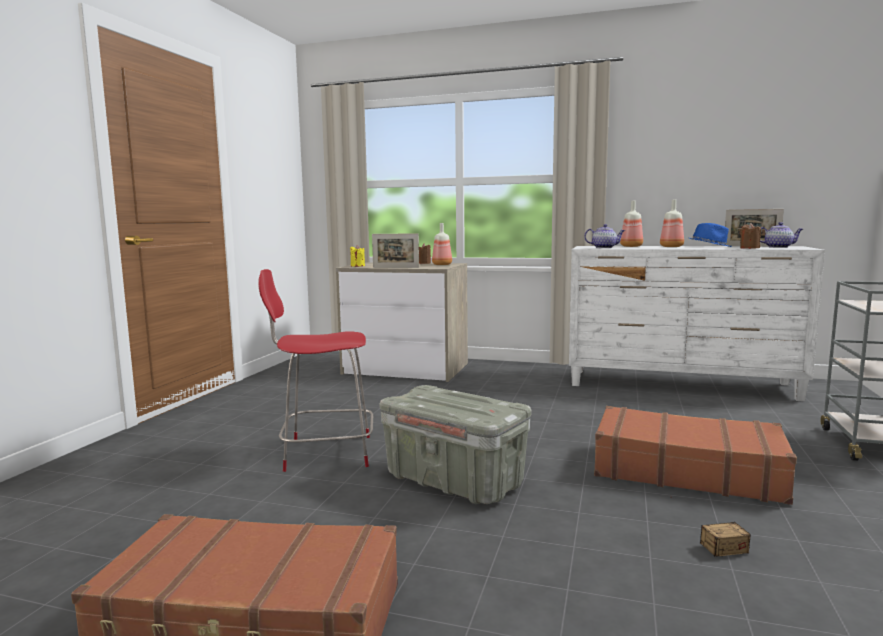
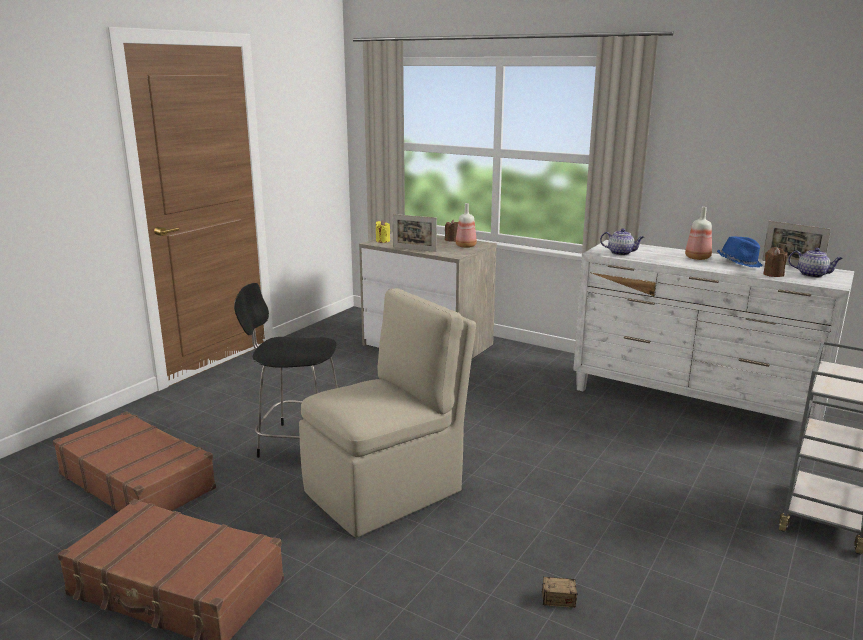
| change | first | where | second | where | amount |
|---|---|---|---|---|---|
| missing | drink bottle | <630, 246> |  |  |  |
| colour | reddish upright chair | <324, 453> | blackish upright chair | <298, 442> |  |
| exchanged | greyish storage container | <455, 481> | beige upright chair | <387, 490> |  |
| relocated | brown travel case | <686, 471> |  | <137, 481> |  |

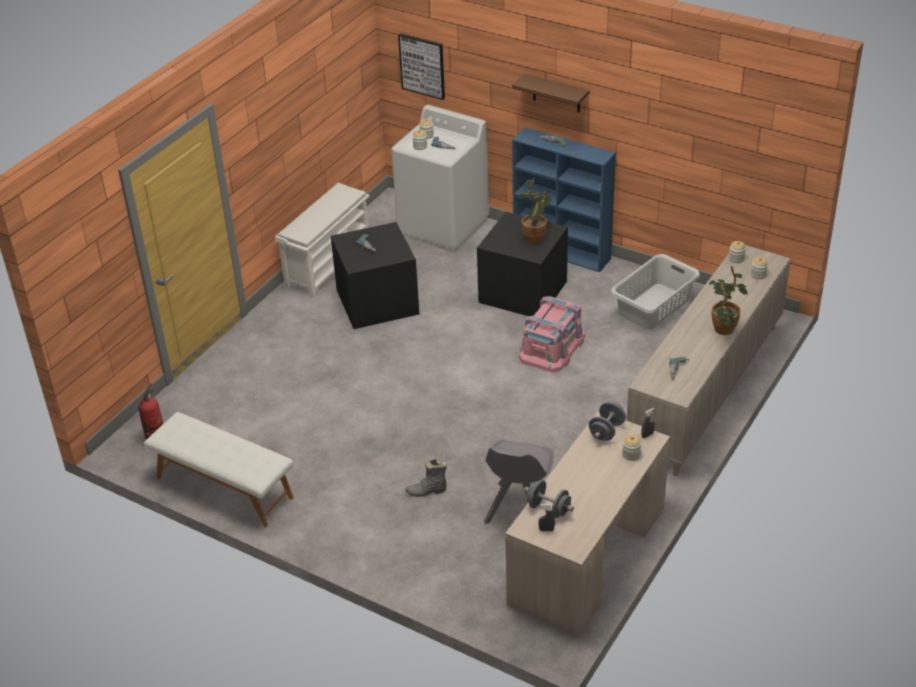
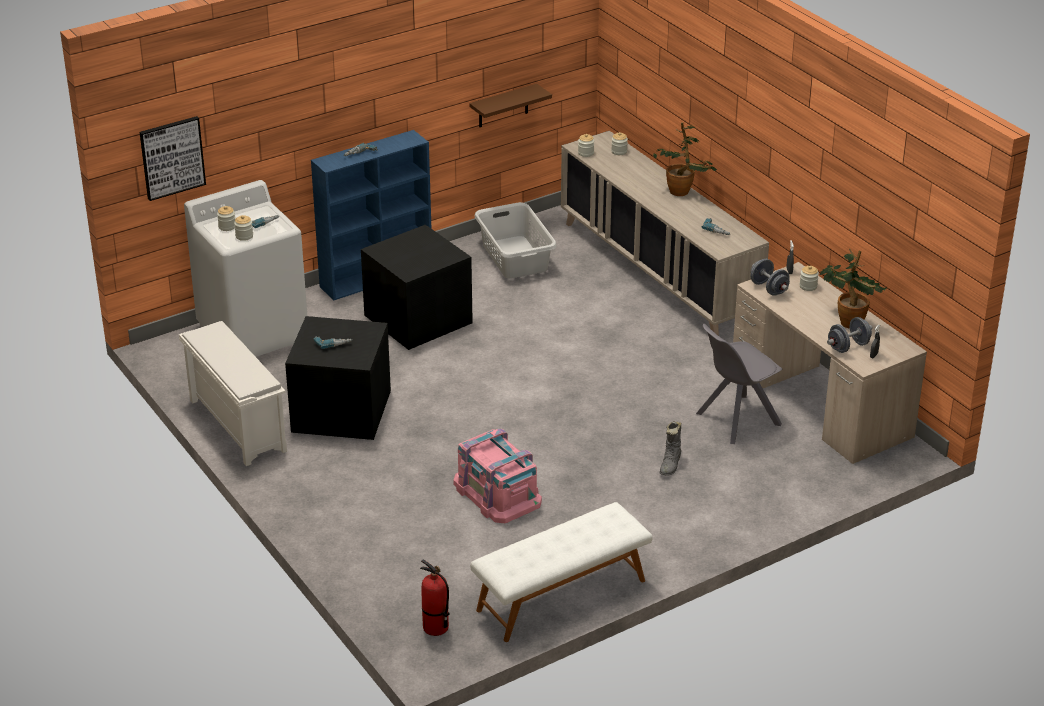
| change | first | where | second | where | amount |
|---|---|---|---|---|---|
| relocated | brown bracket shelf | <556, 93> |  | <503, 106> |  |
| relocated | potted plant | <536, 236> |  | <847, 320> |  |
| relocated | pink storage container | <552, 347> |  | <497, 492> |  |
| spun | greyish upright chair | <519, 510> |  | <736, 420> | 105 degrees clockwise |

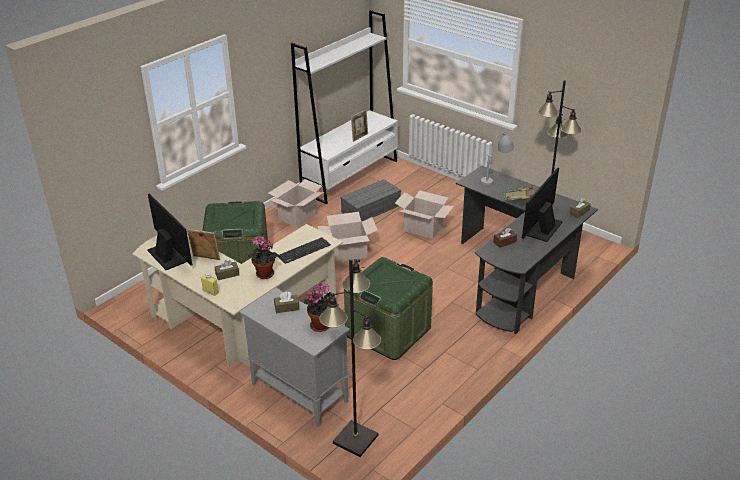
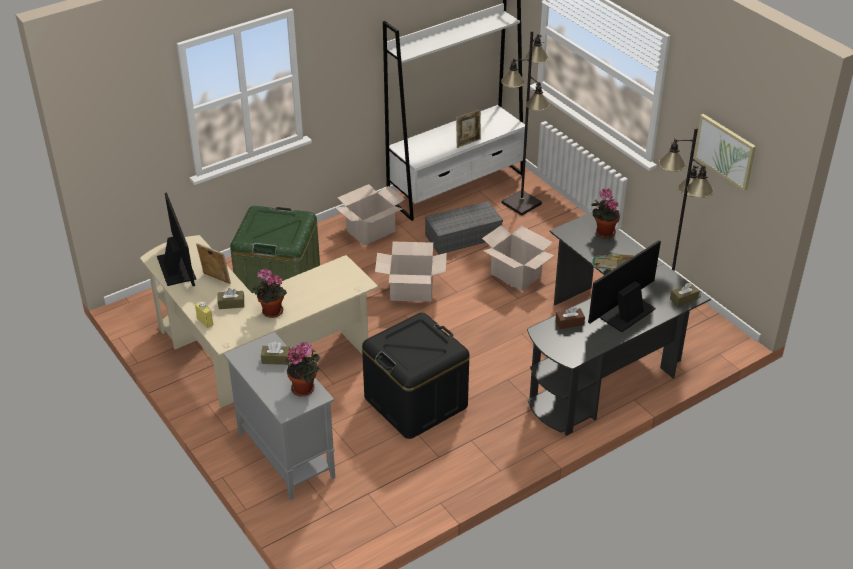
| change | first | where | second | where | amount |
|---|---|---|---|---|---|
| exchanged | greyish lamp for a table | <496, 177> | potted plant | <603, 232> |  |
| missing | keyboard | <304, 251> |  |  |  |
| colour | greenish storage container | <388, 332> | blackish storage container | <415, 402> |  |
| relocated | blackish standing lamp | <356, 439> |  | <522, 203> |  |
| appeared |  |  | wall art | <725, 151> |  |

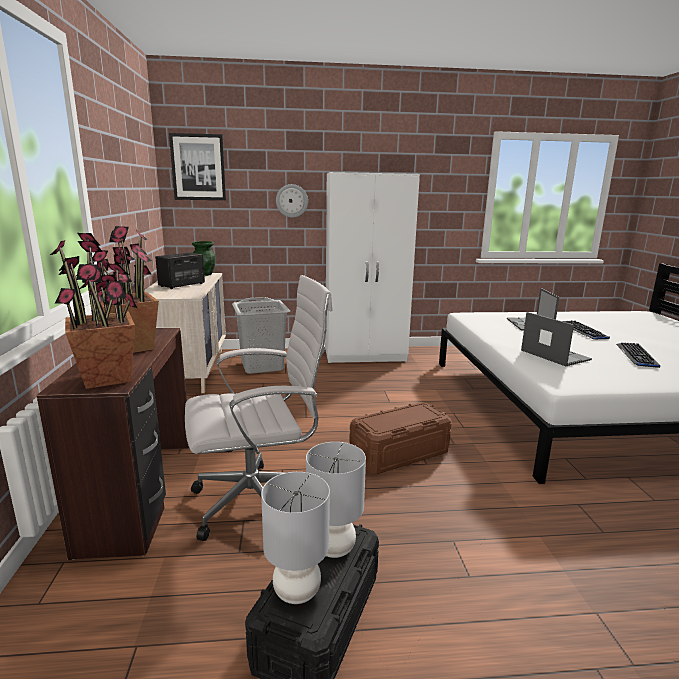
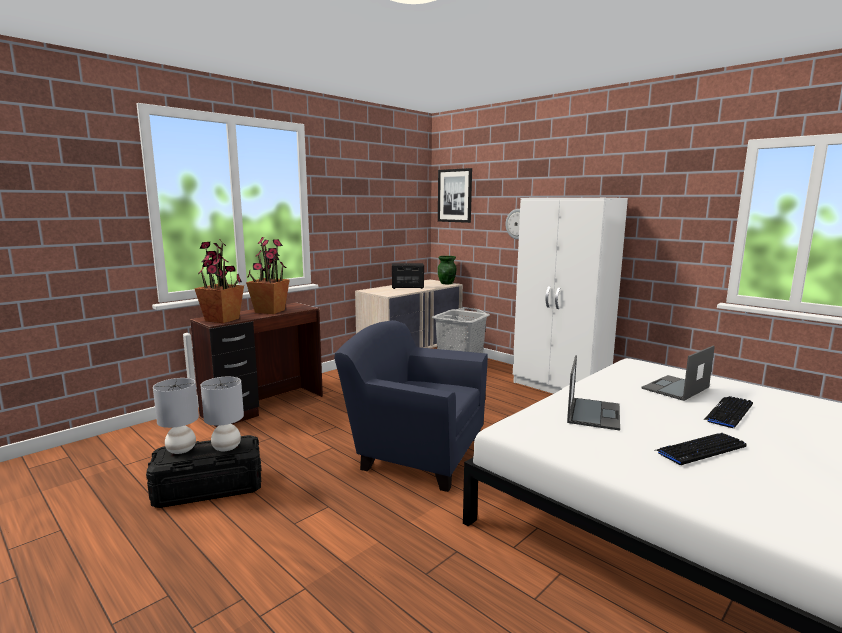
| change | first | where | second | where | amount |
|---|---|---|---|---|---|
| missing | white computer chair | <260, 502> |  |  |  |
| exchanged | brown storage container | <399, 453> | bluish easy chair | <416, 453> |  |

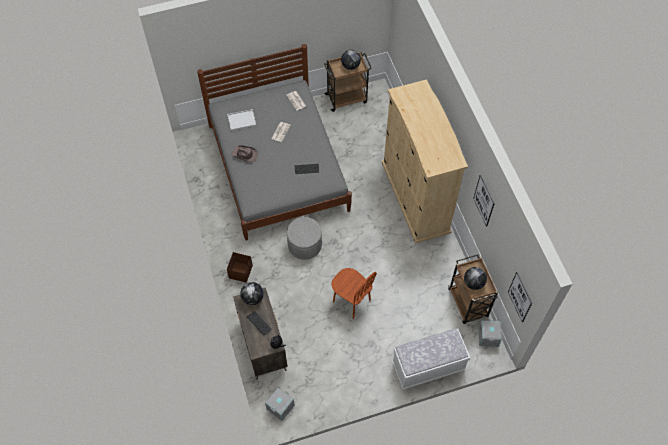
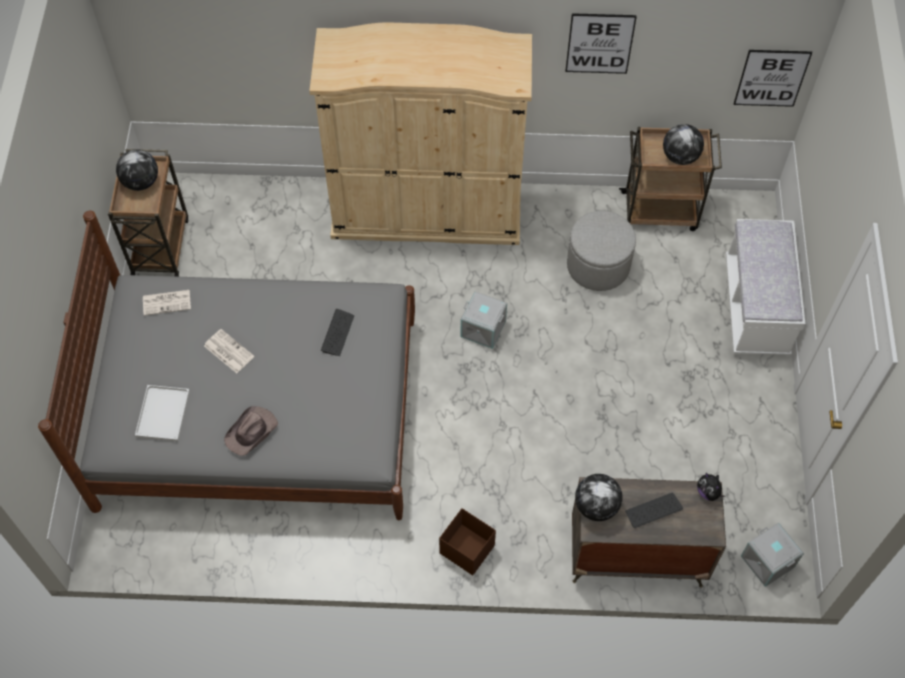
| change | first | where | second | where | amount |
|---|---|---|---|---|---|
| relocated | greyish pouffe | <304, 245> |  | <598, 265> |  |
| missing | brown upright chair | <351, 301> |  |  |  |
| relocated | greyish storage container | <488, 337> |  | <483, 328> |  |

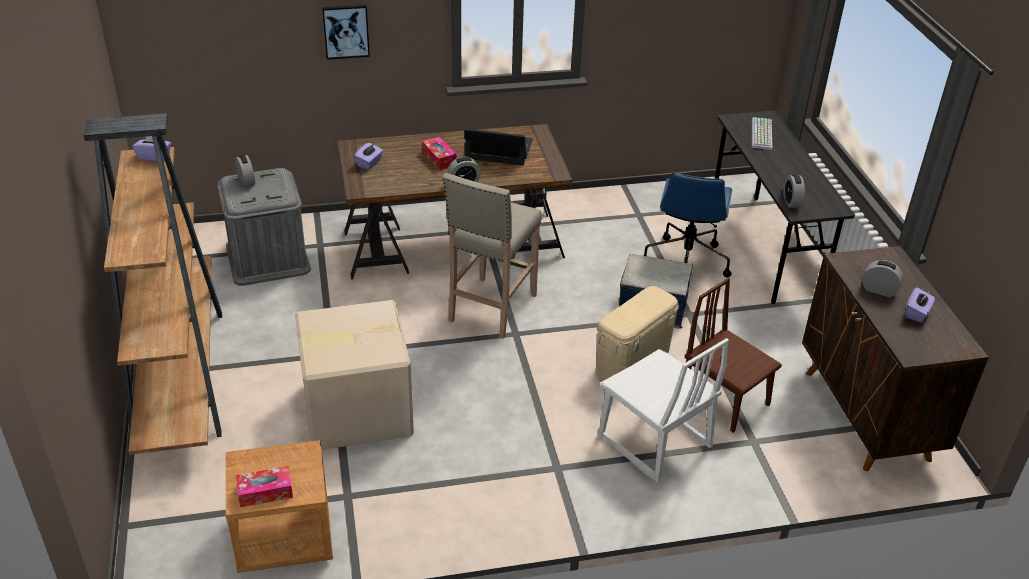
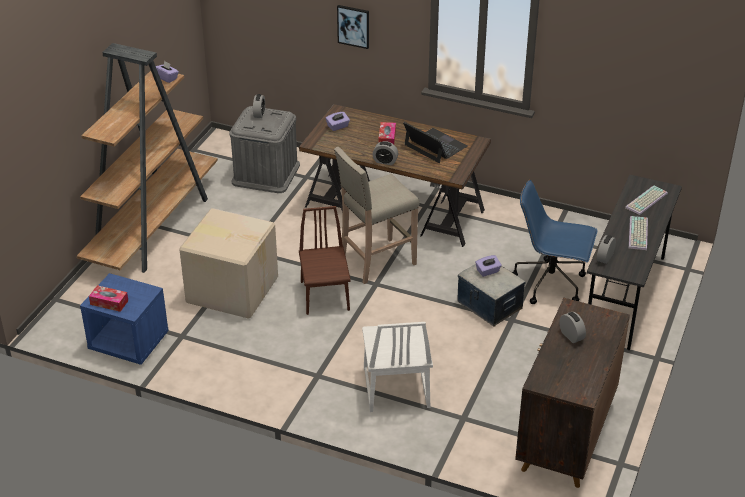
| change | first | where | second | where | amount |
|---|---|---|---|---|---|
| spun | bluish computer chair | <686, 261> |  | <551, 283> | 60 degrees clockwise |
| relocated | brown upright chair | <724, 399> |  | <325, 295> |  |
| missing | beige storage container | <632, 361> |  |  |  |
| relocated | purple tissue box | <917, 313> |  | <488, 271> |  |
| colour | brown night table | <284, 538> | bluish night table | <128, 342> |  |
| appeared |  |  | keyboard | <639, 234> |  |

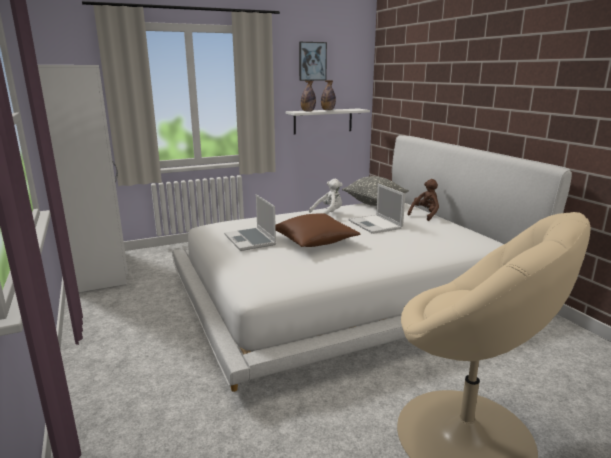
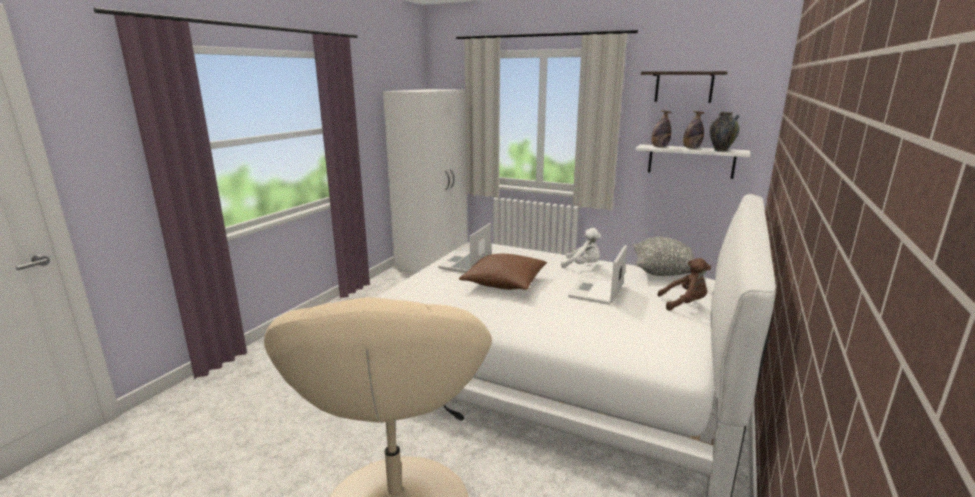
| change | first | where | second | where | amount |
|---|---|---|---|---|---|
| exchanged | wall art | <312, 61> | bracket shelf | <684, 87> |  |
| appeared |  |  | flower vase | <721, 150> |  |

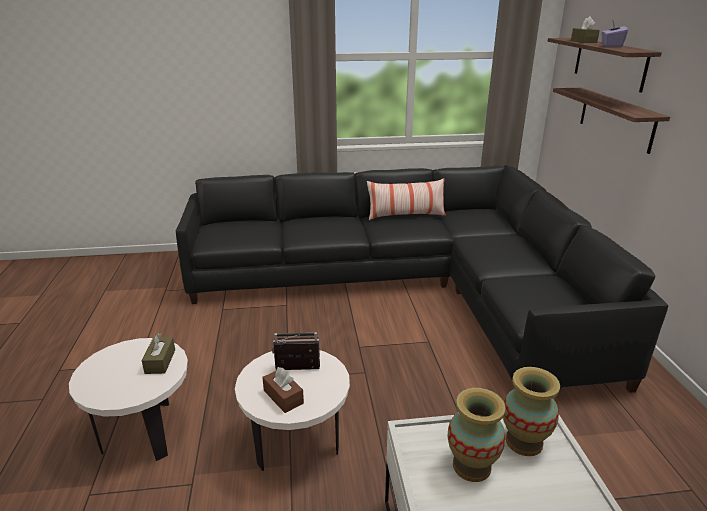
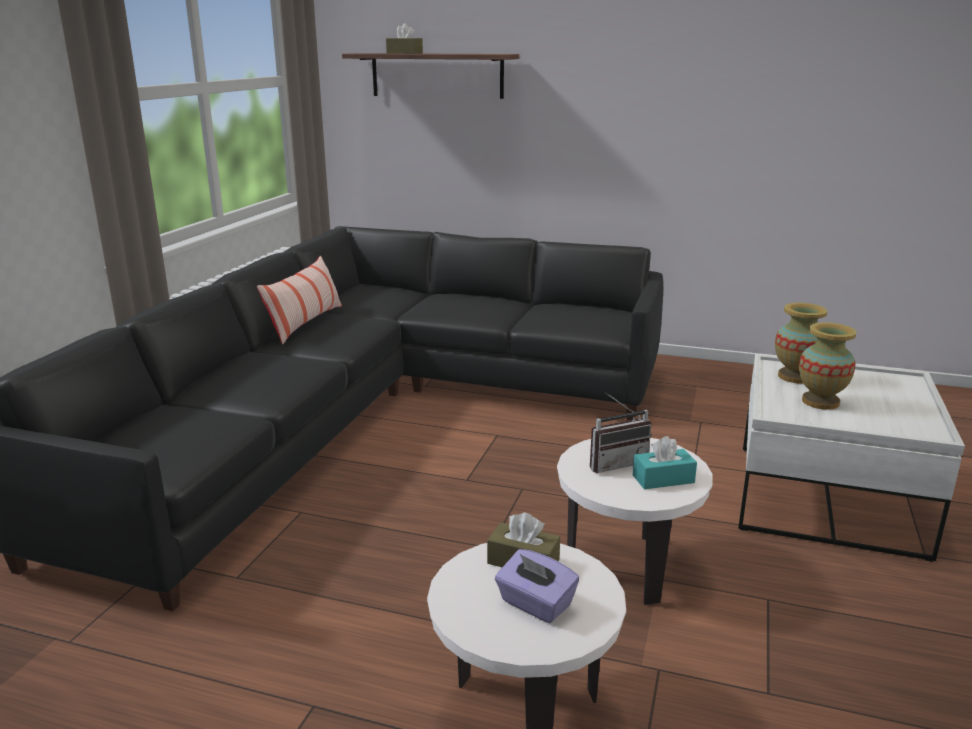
| change | first | where | second | where | amount |
|---|---|---|---|---|---|
| relocated | purple tissue box | <611, 46> |  | <535, 604> |  |
| missing | bracket shelf | <616, 118> |  |  |  |
| spun | radio set | <296, 371> |  | <615, 462> | 135 degrees counterclockwise |
| colour | brown tissue box | <283, 397> | turquoise-coloured tissue box | <663, 479> |  |

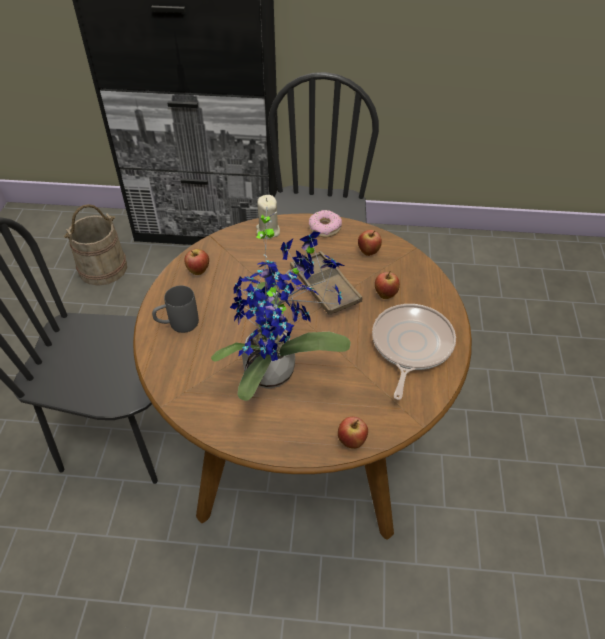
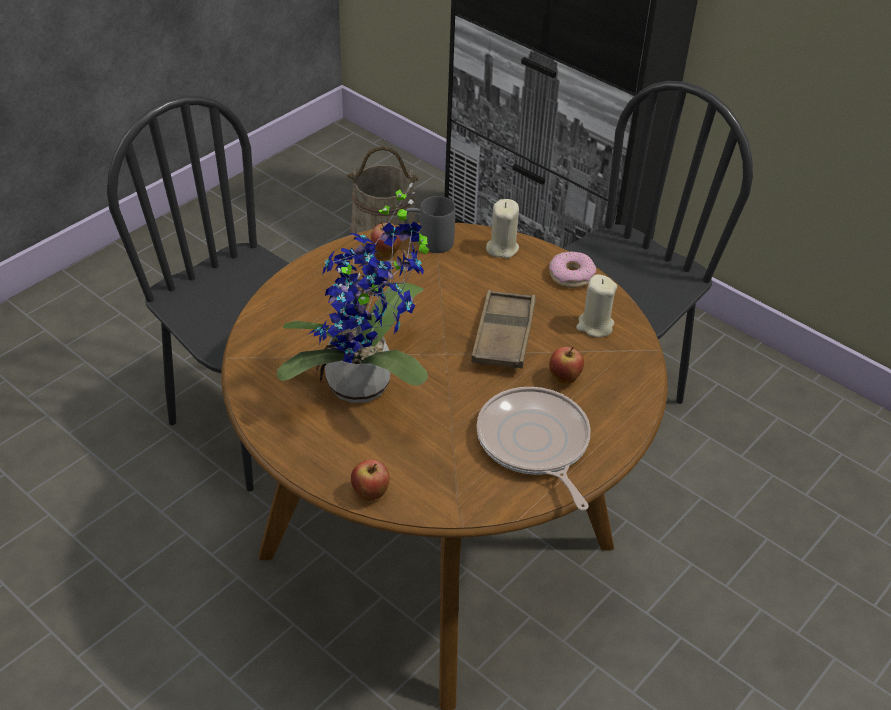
| change | first | where | second | where | amount |
|---|---|---|---|---|---|
| exchanged | apple fruit | <368, 252> | beige wax light | <594, 326> |  |
| relocated | greyish tea mug | <177, 324> |  | <428, 242> |  |
| spun | pan | <410, 346> |  | <534, 444> | 75 degrees counterclockwise |

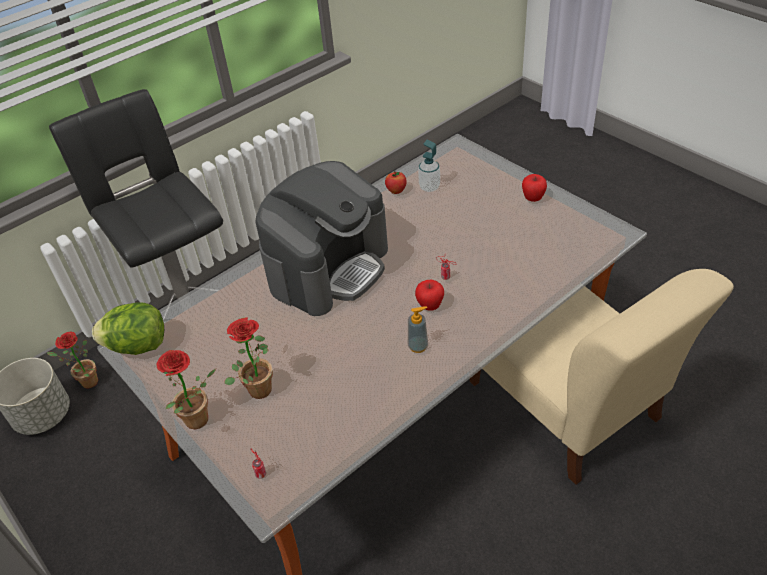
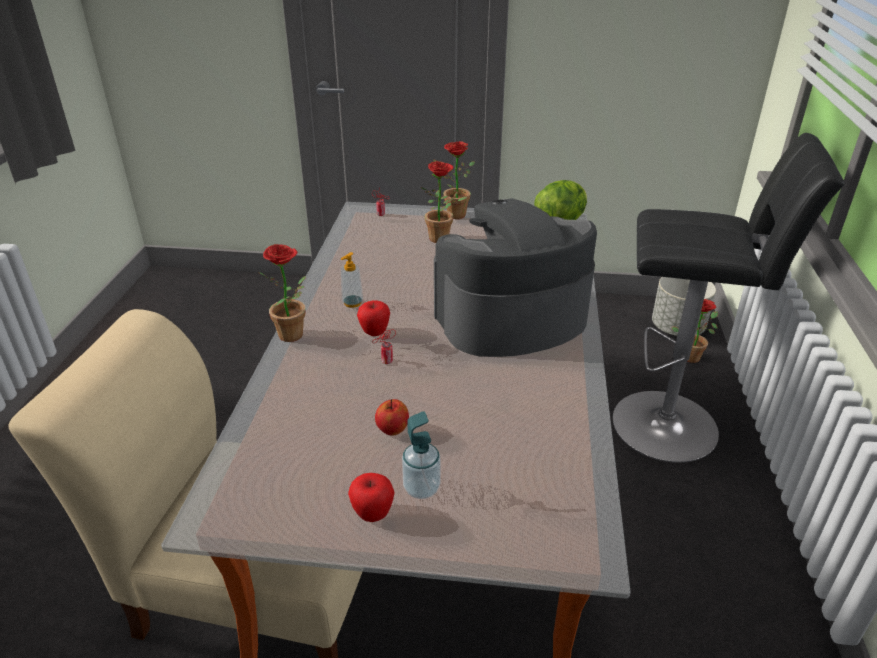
| change | first | where | second | where | amount |
|---|---|---|---|---|---|
| relocated | soap bottle | <429, 187> |  | <421, 488> |  |
| spun | coffee machine | <329, 267> |  | <510, 319> | 75 degrees clockwise |
| relocated | apple fruit | <396, 191> |  | <392, 430> |  |
| appeared |  |  | potted plant | <294, 337> |  |

